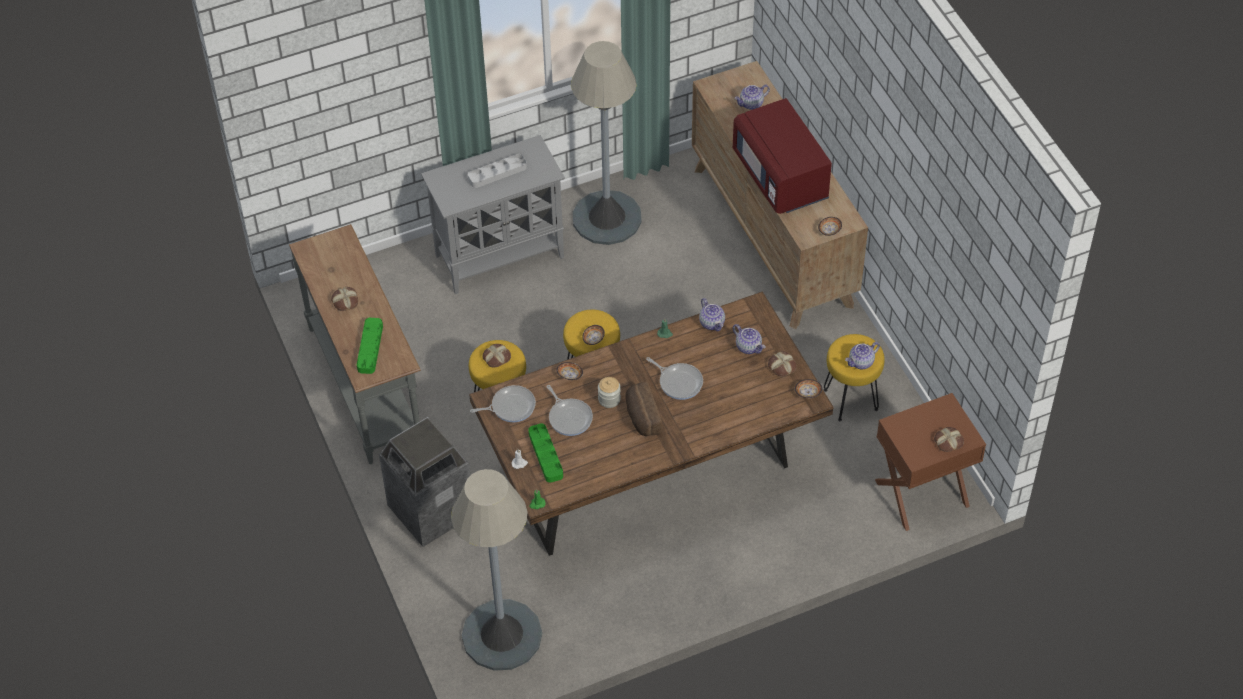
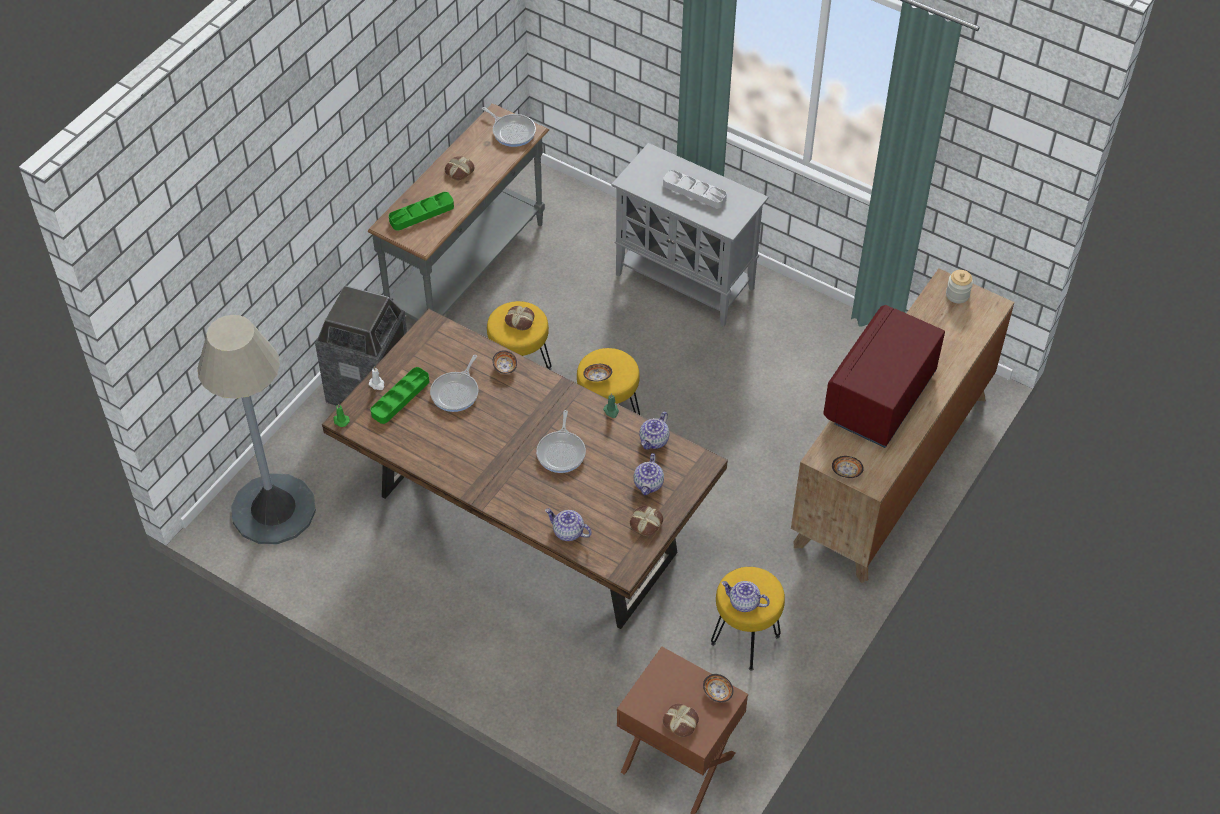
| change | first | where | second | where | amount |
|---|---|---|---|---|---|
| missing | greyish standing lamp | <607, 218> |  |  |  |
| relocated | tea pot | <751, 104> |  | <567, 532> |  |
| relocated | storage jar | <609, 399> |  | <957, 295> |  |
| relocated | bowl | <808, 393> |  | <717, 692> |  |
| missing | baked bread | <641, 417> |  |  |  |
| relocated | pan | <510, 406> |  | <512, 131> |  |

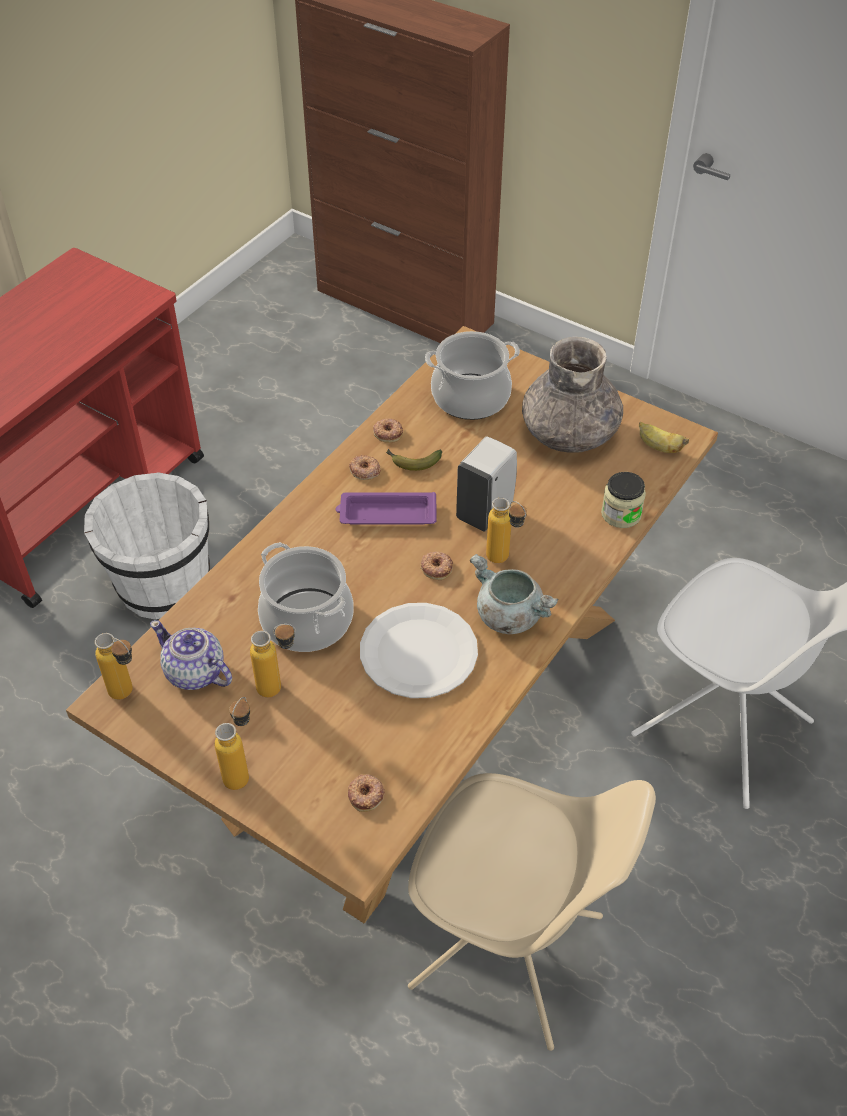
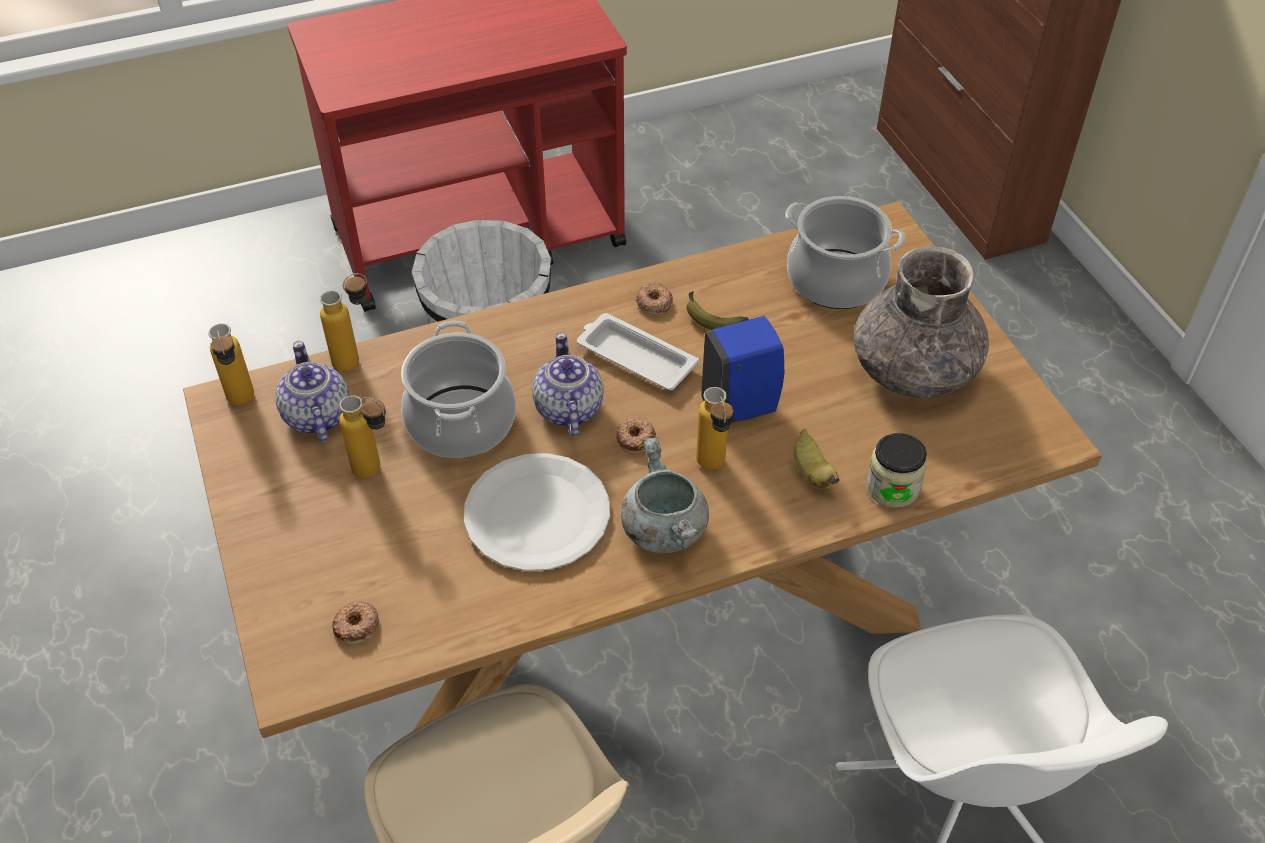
| change | first | where | second | where | amount |
|---|---|---|---|---|---|
| missing | ring doughnut | <388, 432> |  |  |  |
| relocated | banana | <658, 447> |  | <811, 472> |  |
| colour | white soap bottle | <486, 511> | bluish soap bottle | <742, 407> |  |
| colour | purple tray | <386, 514> | white tray | <634, 357> |  |
| relocated | drink bottle | <242, 771> |  | <357, 359> |  |
| appeared |  |  | tea pot | <568, 409> |  |

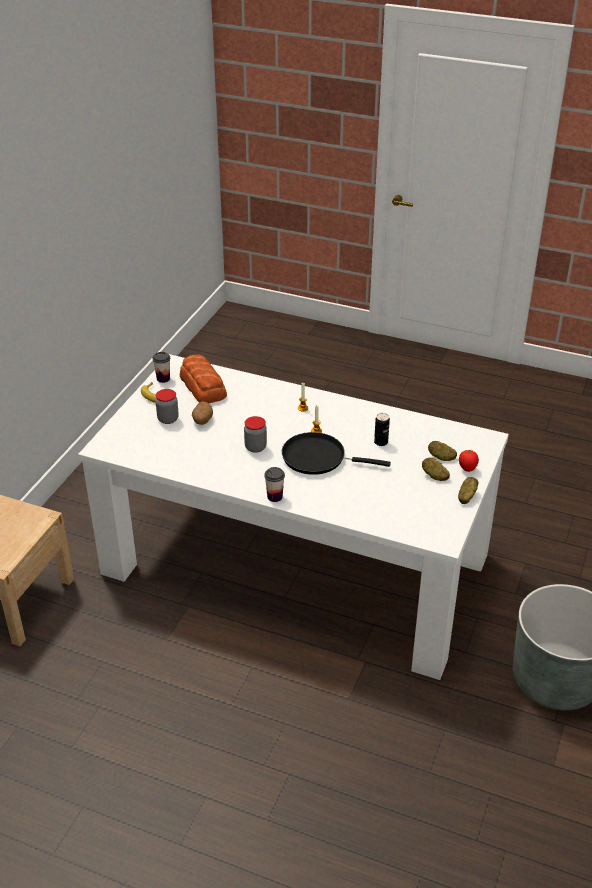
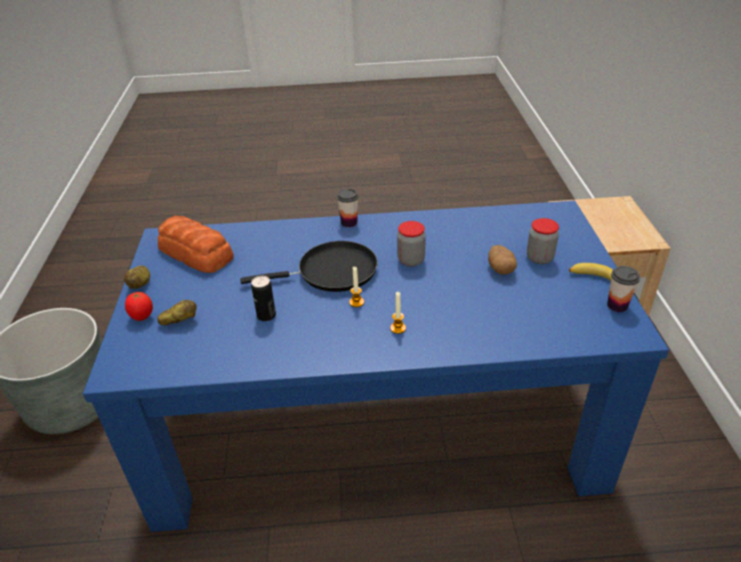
| change | first | where | second | where | amount |
|---|---|---|---|---|---|
| colour | white dining table | <296, 564> | bluish dining table | <376, 421> |  |
| relocated | baked bread | <203, 386> |  | <196, 254> |  |
| missing | spud | <434, 476> |  |  |  |

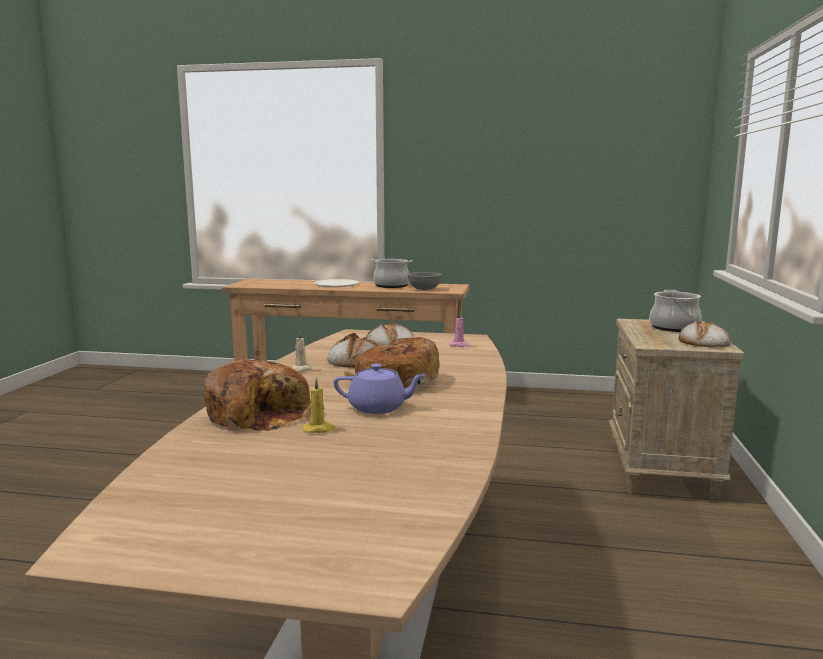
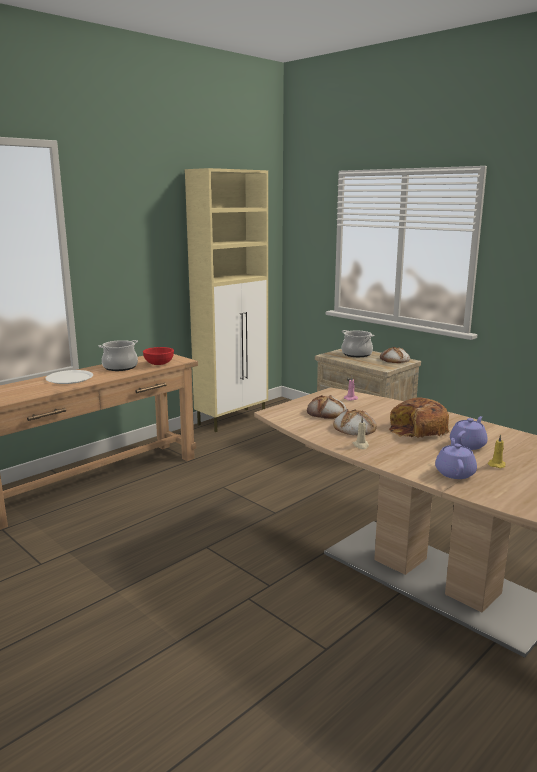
| change | first | where | second | where | amount |
|---|---|---|---|---|---|
| colour | greyish bowl | <424, 289> | reddish bowl | <158, 364> |  |
| exchanged | baked bread | <260, 413> | purple tea pot | <454, 472> |  |
| appeared |  |  | beige cupboard | <232, 419> |  |

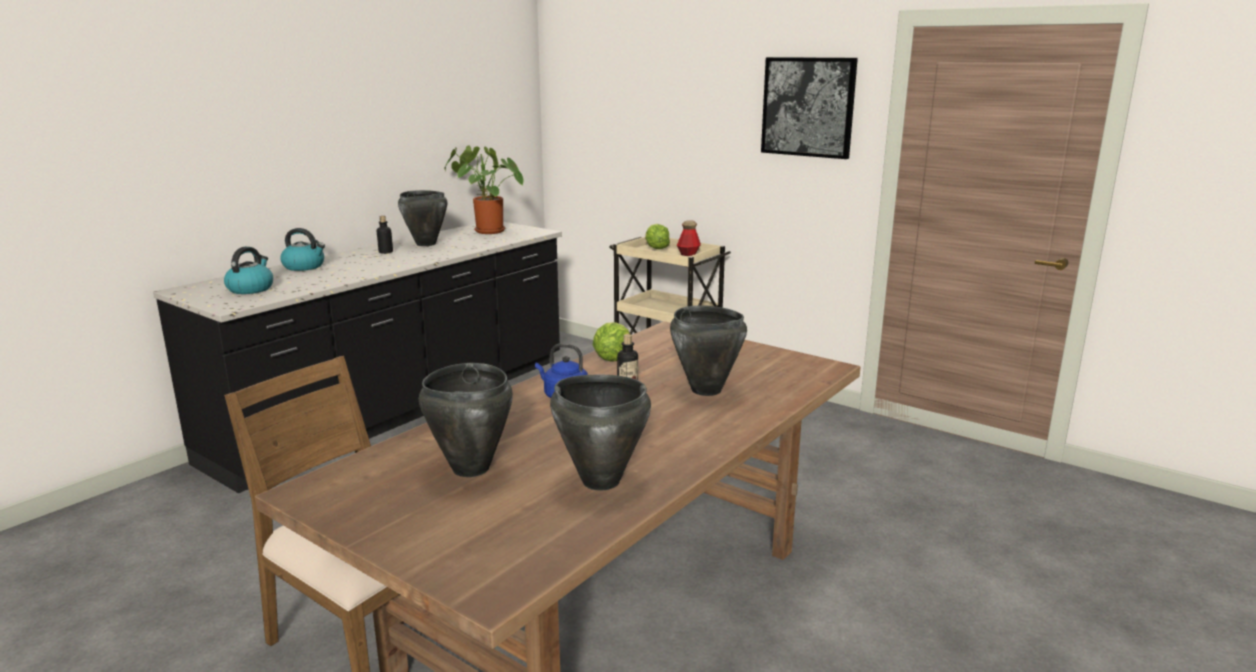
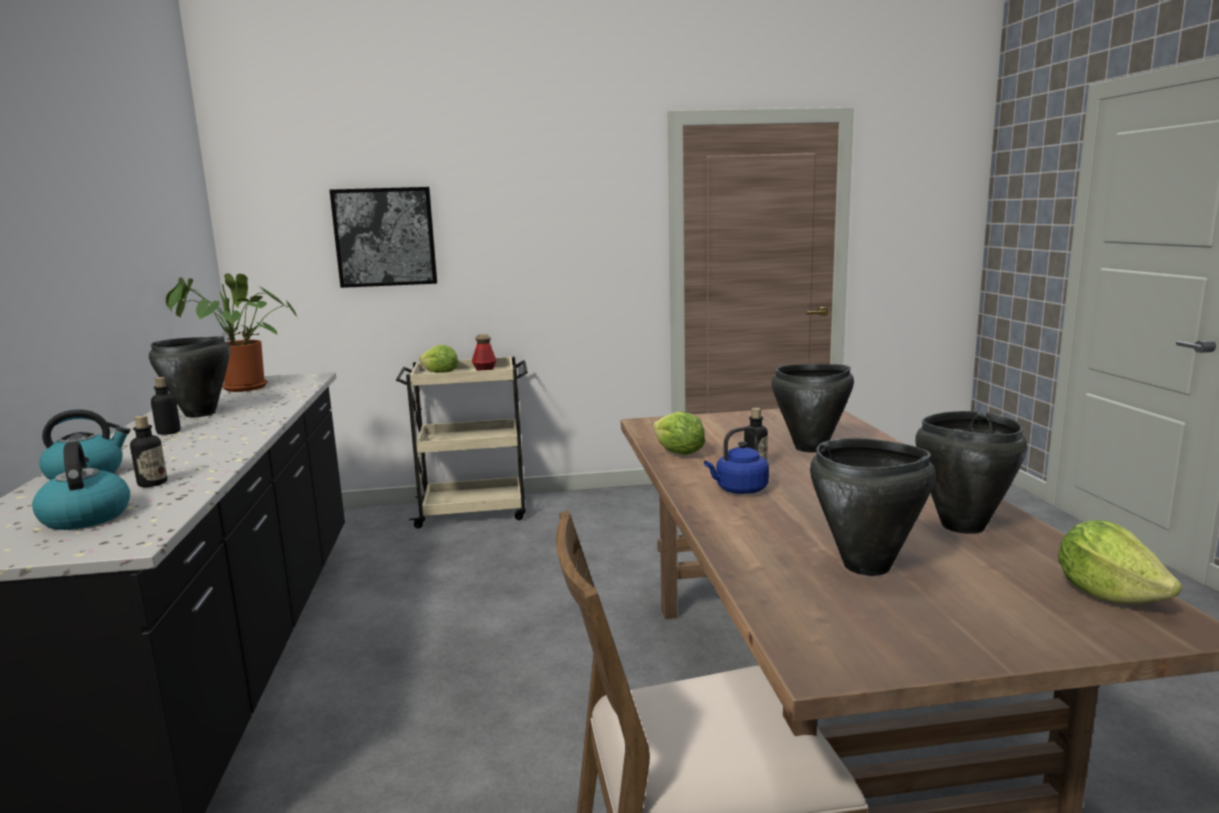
| change | first | where | second | where | amount |
|---|---|---|---|---|---|
| relocated | wall art | <808, 107> |  | <385, 237> |  |
| appeared |  |  | drink bottle | <152, 483> |  |
| appeared |  |  | lettuce head | <1107, 594> |  |

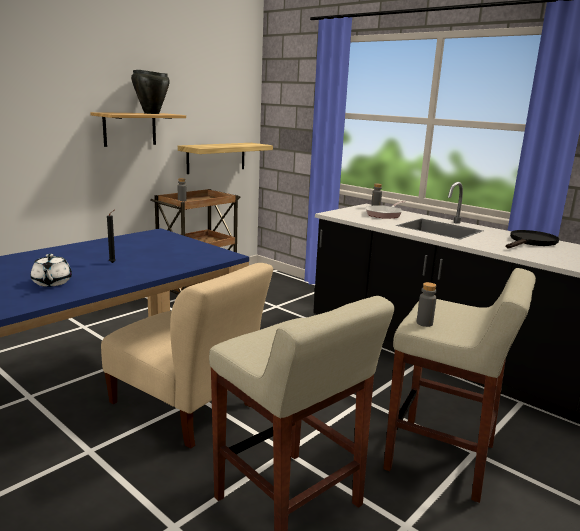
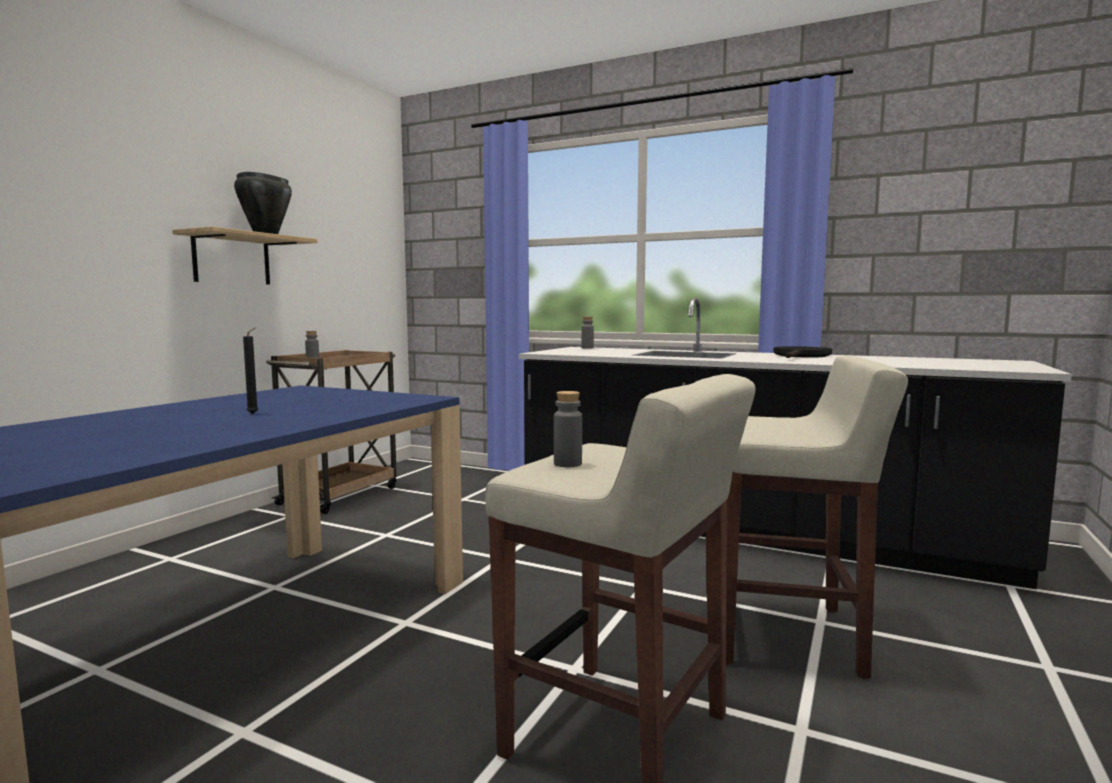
| change | first | where | second | where | amount |
|---|---|---|---|---|---|
| missing | bracket shelf | <216, 157> |  |  |  |
| missing | pan | <384, 214> |  |  |  |
| missing | white tea pot | <51, 283> |  |  |  |
| missing | beige upright chair | <185, 407> |  |  |  |
| relocated | greyish drink bottle | <424, 323> |  | <567, 464> |  |

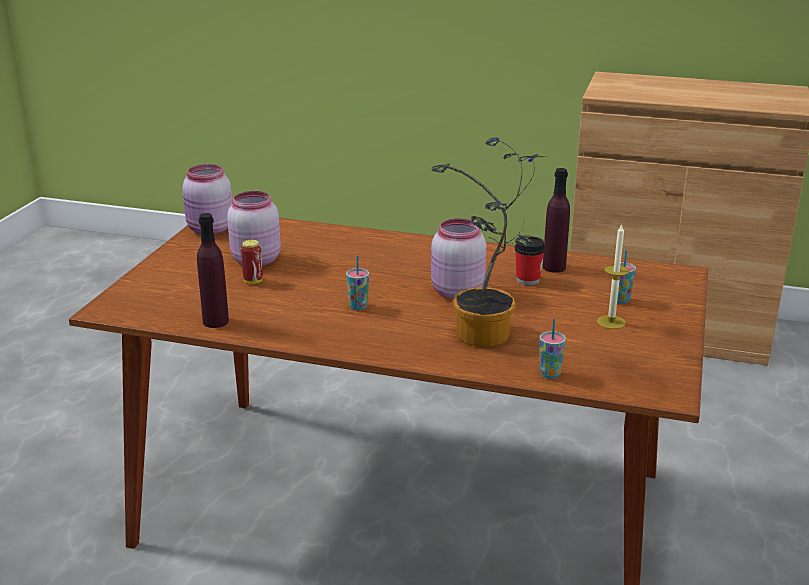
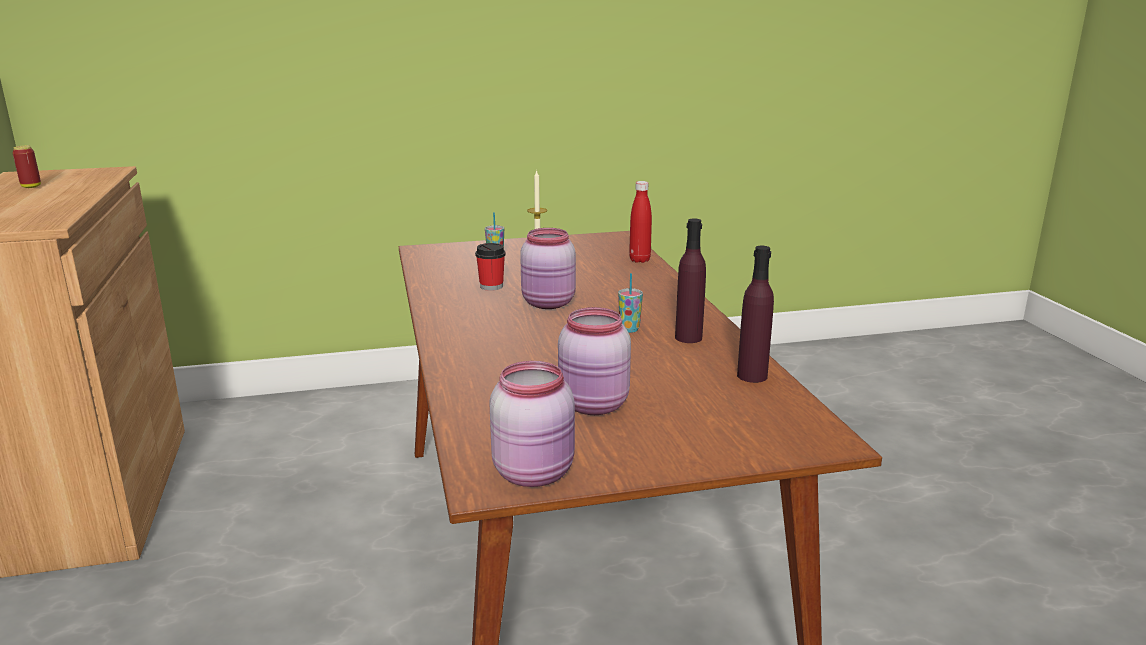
| change | first | where | second | where | amount |
|---|---|---|---|---|---|
| missing | potted plant | <486, 339> |  |  |  |
| relocated | purple drink bottle | <554, 267> |  | <688, 337> |  |
| relocated | can | <253, 281> |  | <31, 186> |  |
| exchanged | cup | <549, 374> | reddish drink bottle | <639, 260> |  |

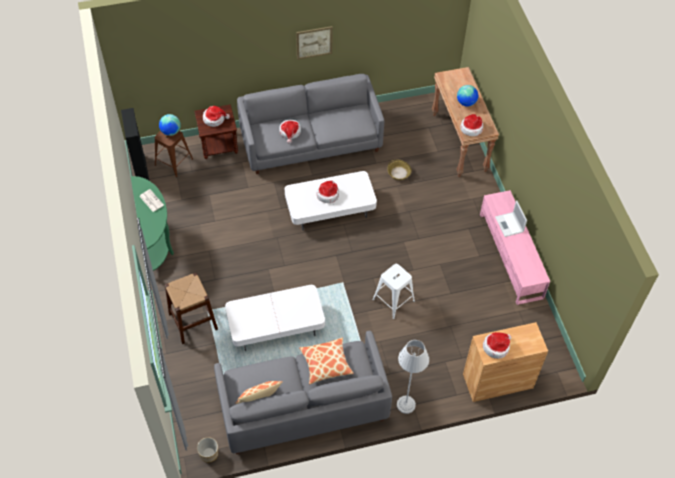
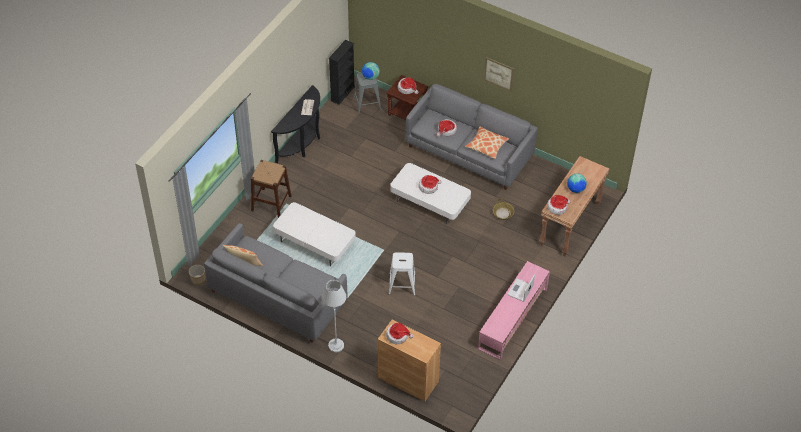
| change | first | where | second | where | amount |
|---|---|---|---|---|---|
| colour | brown stool seat | <174, 162> | greyish stool seat | <367, 103> |  |
| colour | greenish hall table | <157, 243> | blackish hall table | <302, 144> |  |
| relocated | pillow | <326, 363> |  | <486, 146> |  |

